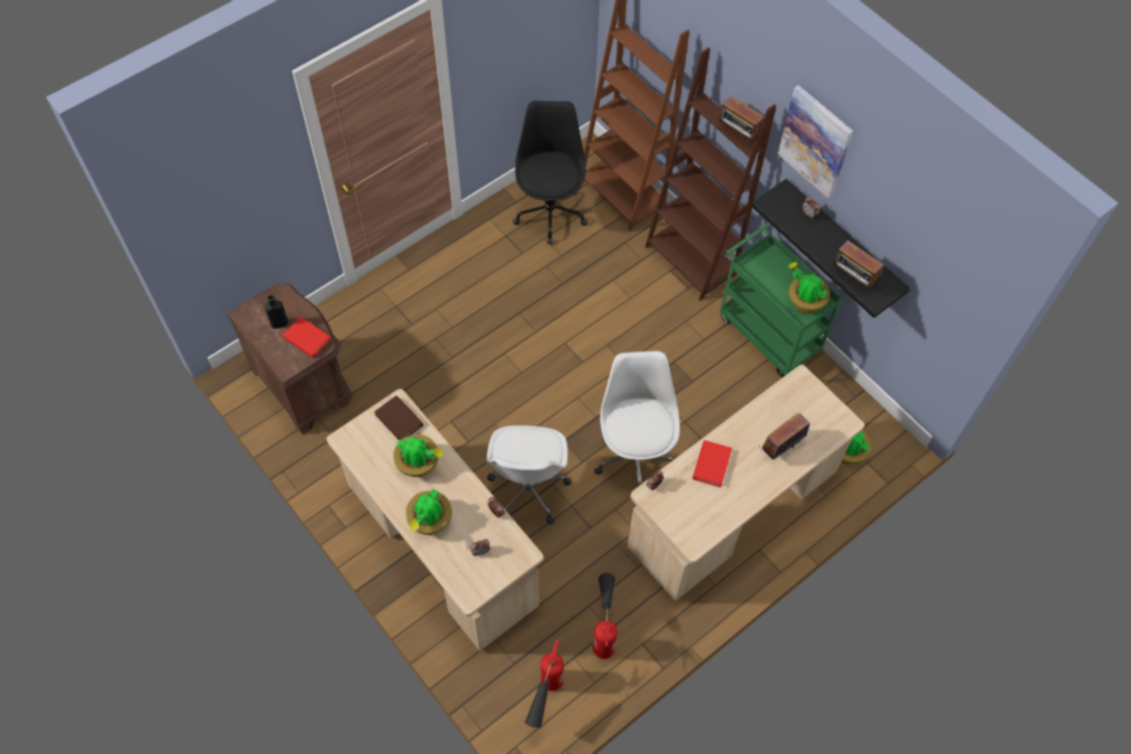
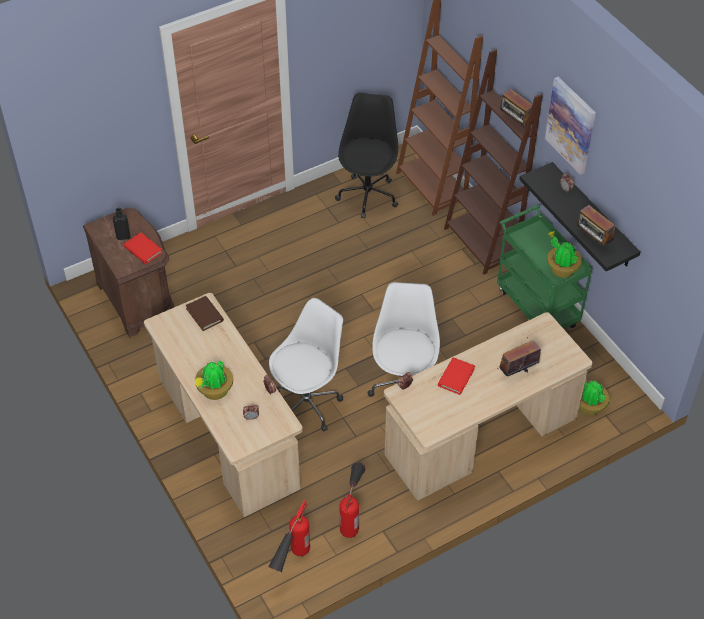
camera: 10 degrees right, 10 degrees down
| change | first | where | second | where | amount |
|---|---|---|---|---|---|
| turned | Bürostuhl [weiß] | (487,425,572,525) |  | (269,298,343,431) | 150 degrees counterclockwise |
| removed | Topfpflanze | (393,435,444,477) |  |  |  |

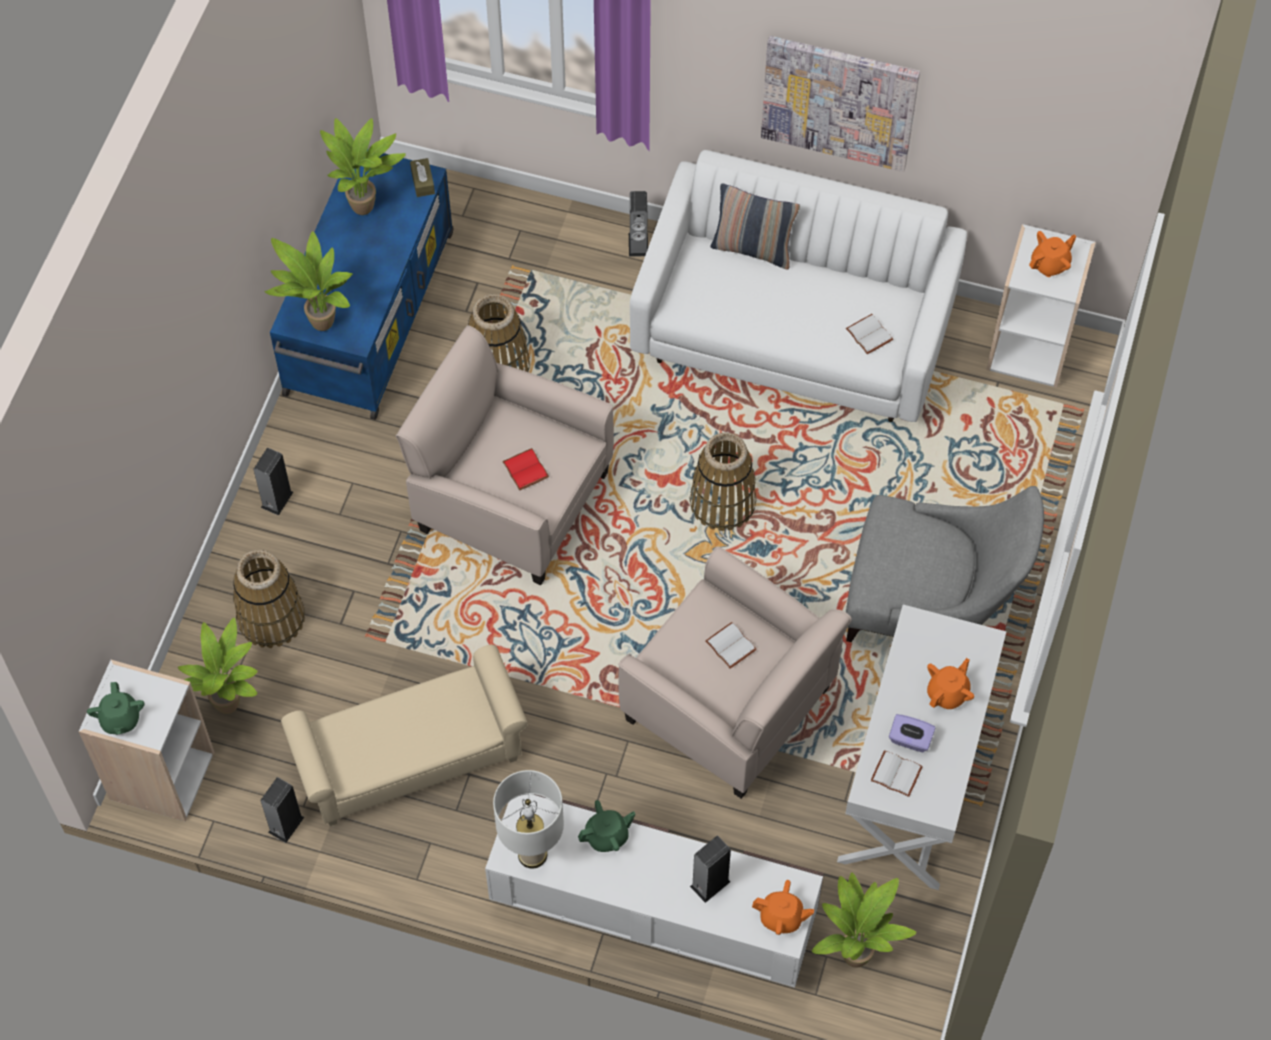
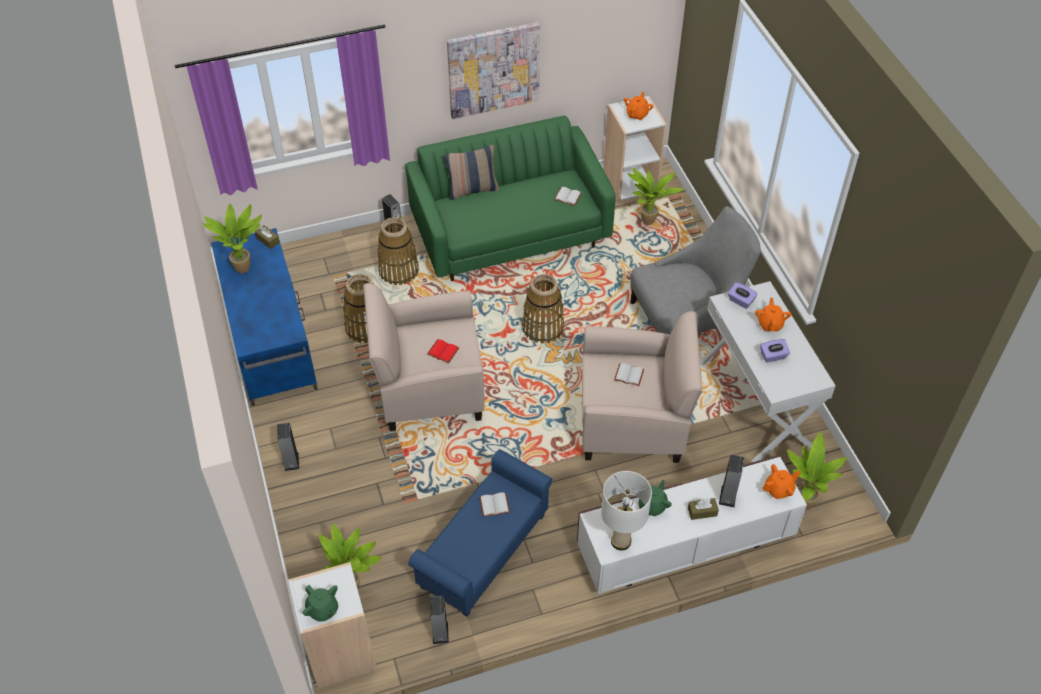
camera: 35 degrees left, 10 degrees down
| change | first | where | second | where | amount |
|---|---|---|---|---|---|
| moved | Korb | (233,550,305,648) |  | (377,217,419,285) |  |
| recoloured | Sofa [weiß] | (630,150,967,422) | Sofa [grün] | (405,116,616,281) |  |
| recoloured | Polsterhocker [beige] | (281,645,528,826) | Polsterhocker [blau] | (408,449,552,617) |  |
| moved | Buch [weiß] | (871,750,923,797) |  | (479,492,510,517) |  |
| moved | Topfpflanze | (265,231,353,331) |  | (628,167,684,225) |  |
| added |  |  | Taschentuchbox [braun] | (688,498,719,520) |  |
| added |  |  | Taschentuchbox [lila] | (728,282,757,309) |  |

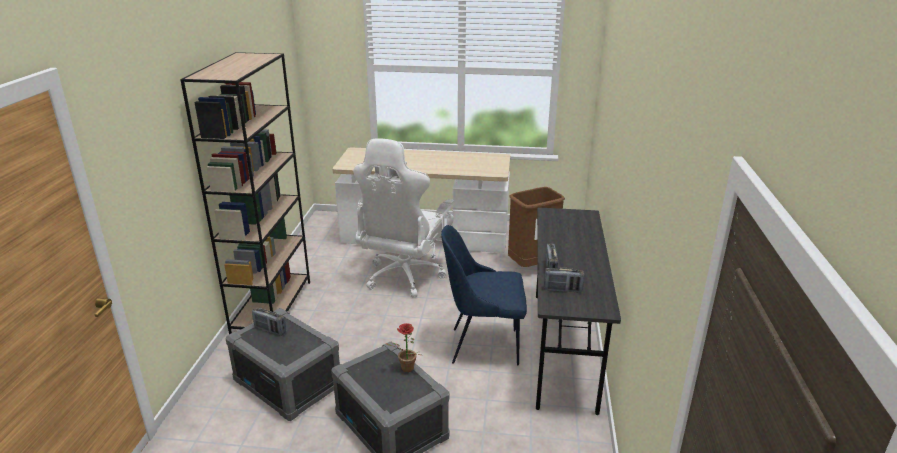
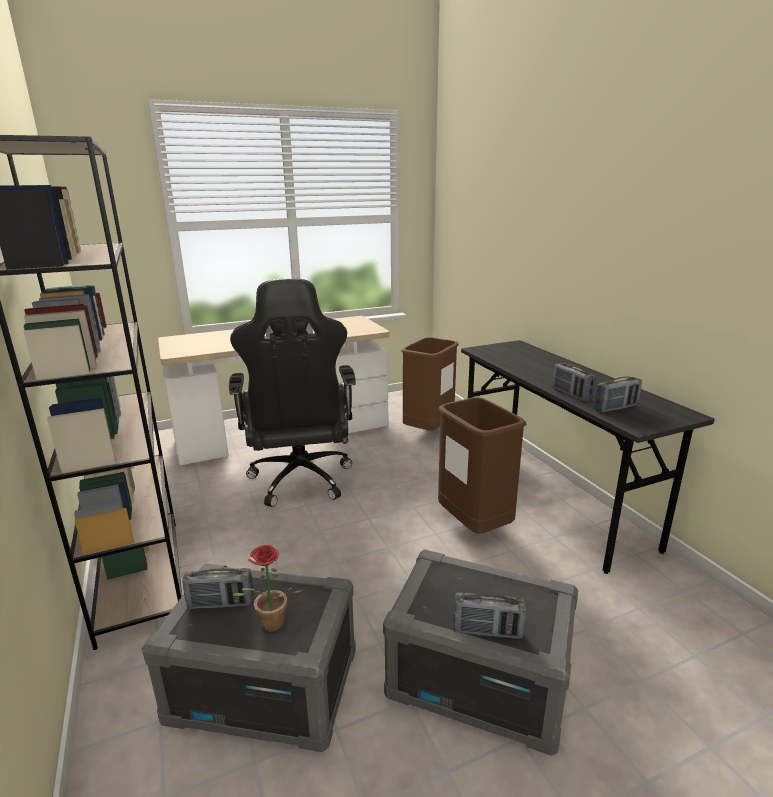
camera: 30 degrees left, 5 degrees down
| change | first | where | second | where | amount |
|---|---|---|---|---|---|
| recoloured | Bürostuhl [weiß] | (353,138,455,298) | Bürostuhl [schwarz] | (229,278,356,507) |  |
| moved | Topfpflanze | (386,323,421,372) |  | (233,545,302,632) |  |
| replaced | Stuhl [blau] | (441,225,527,365) | Mülleimer [braun] | (438,397,526,534) |  |
| added |  |  | Radio | (453,593,527,639) |  |

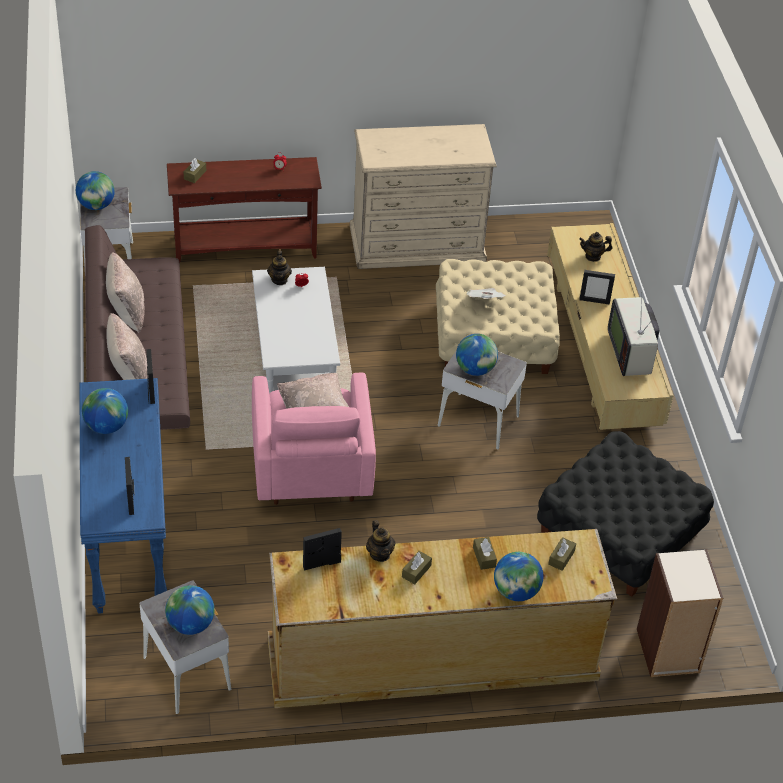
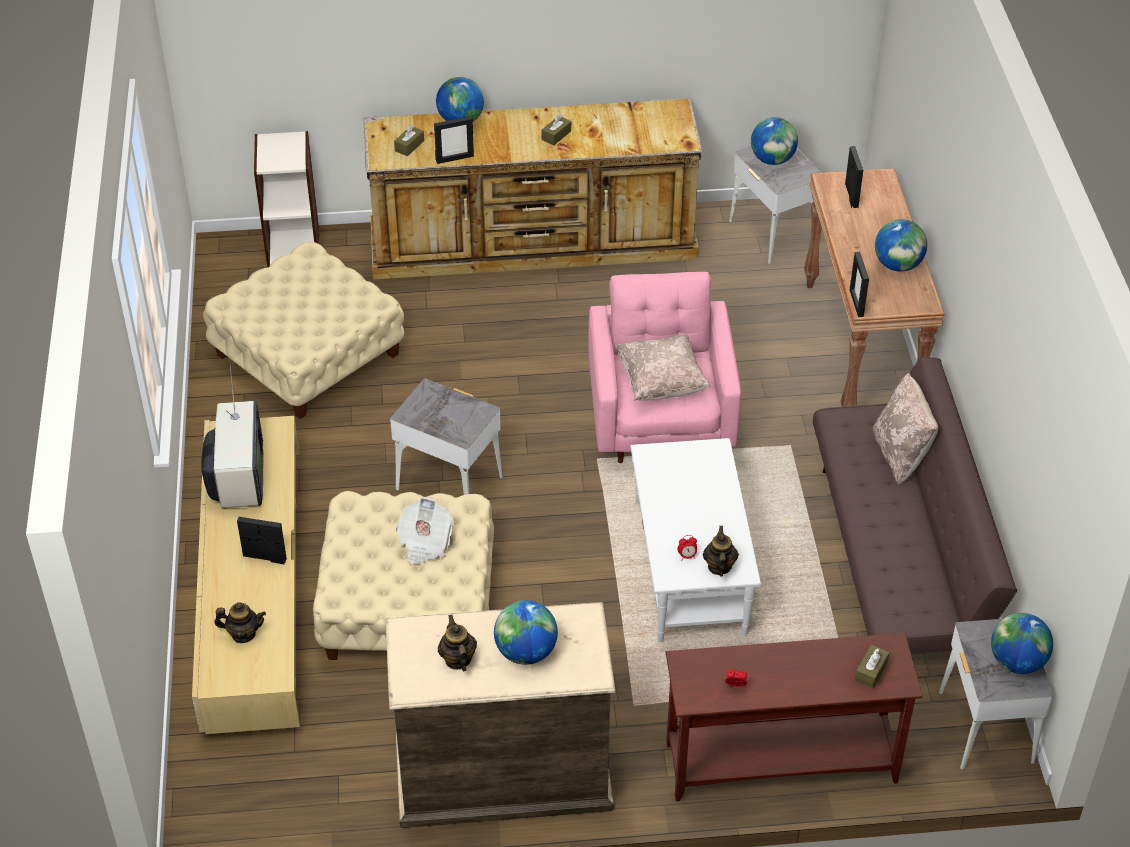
camera: 175 degrees left, 0 degrees up
| change | first | where | second | where | amount |
|---|---|---|---|---|---|
| recoloured | Polsterhocker [schwarz] | (537,431,714,597) | Polsterhocker [beige] | (203,242,404,419) |  |
| moved | Bilderrahmen | (303,528,342,571) |  | (434,116,474,164) |  |
| moved | Teekanne | (366,520,395,562) |  | (438,615,477,671) |  |
| moved | Globus | (456,334,498,376) |  | (494,600,558,665) |  |
| recoloured | Konsolentisch [blau] | (79,378,167,614) | Konsolentisch [braun] | (804,168,945,407) |  |
| removed | Kissen [beige] | (106,252,145,333) |  |  |  |
| removed | Taschentuchbox [braun] | (473,537,497,570) |  |  |  |

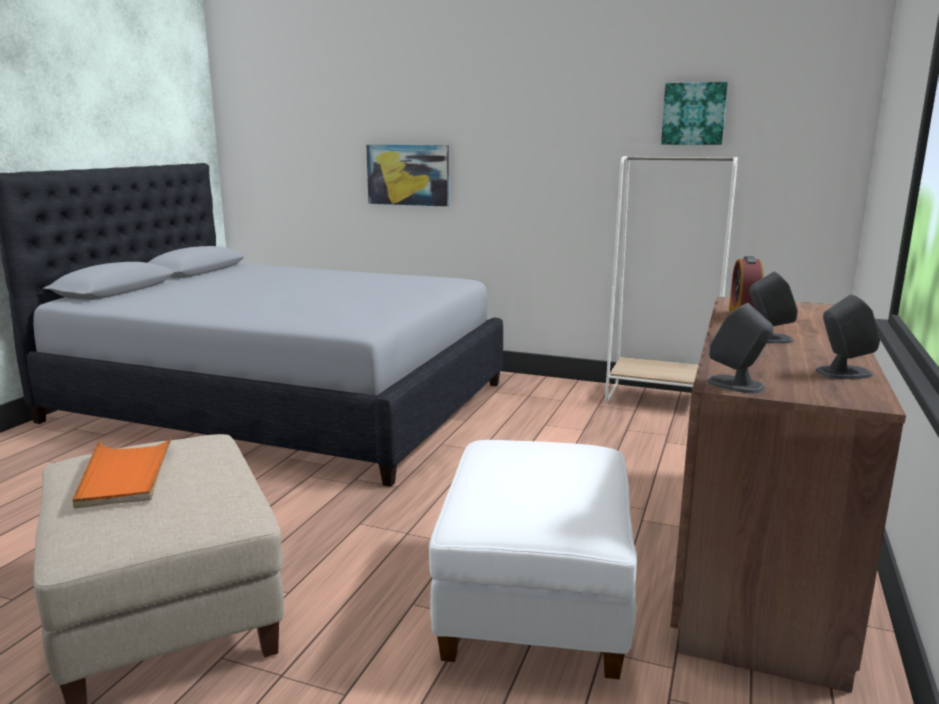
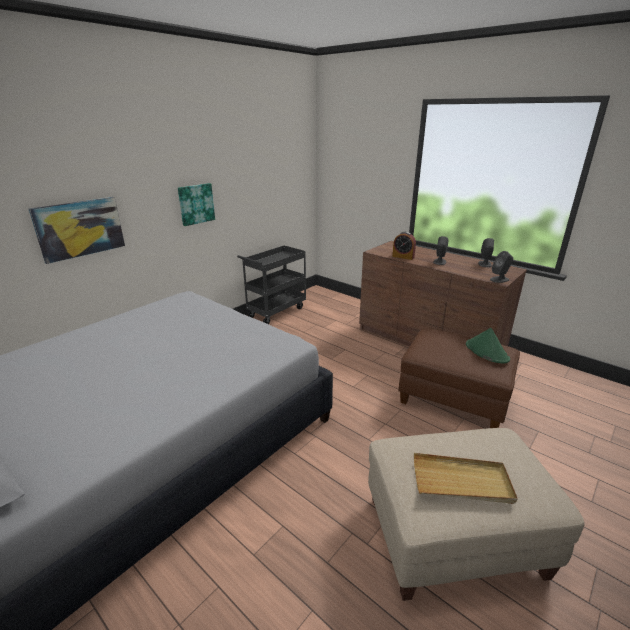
camera: 70 degrees left, 10 degrees up
| change | first | where | second | where | amount |
|---|---|---|---|---|---|
| moved | Bild | (661,82,728,145) |  | (178,183,215,226) |  |
| replaced | Kleiderständer | (605,156,738,403) | Rollwagen [grau] | (237,246,306,324) |  |
| recoloured | Polsterhocker [weiß] | (429,440,637,679) | Polsterhocker [braun] | (399,328,520,428) |  |
| recoloured | Tablett [orange] | (72,434,173,509) | Tablett [beige] | (414,453,518,504) |  |
| added |  |  | Hut [grün] | (466,328,510,364) |  |

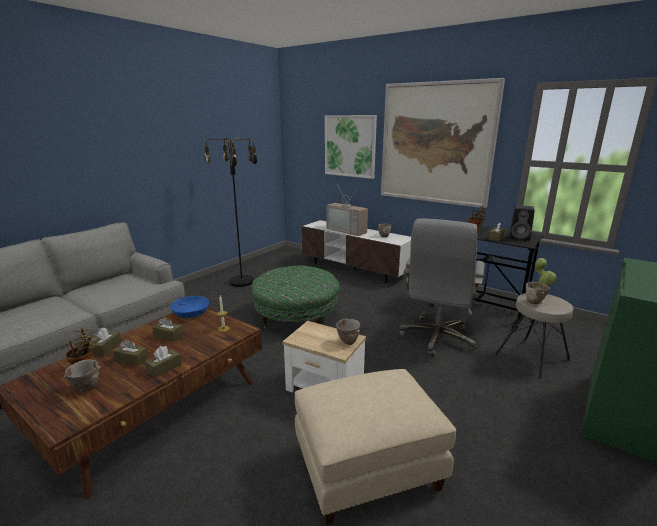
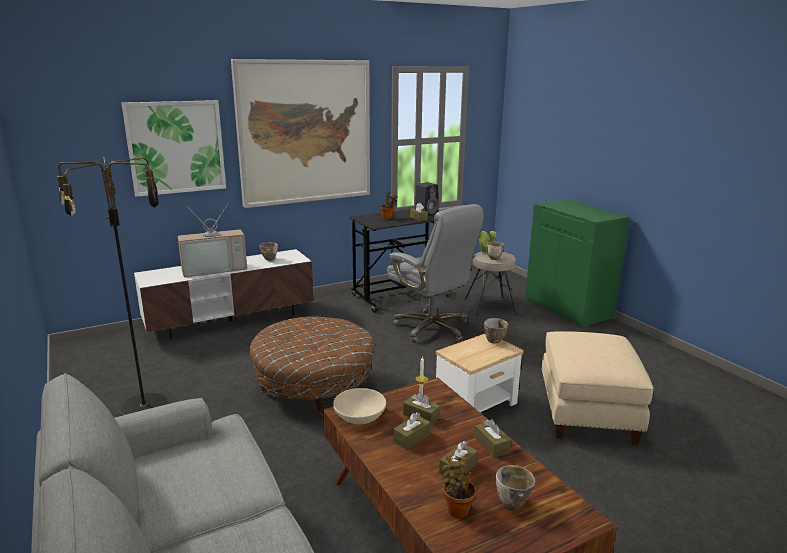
camera: 65 degrees left, 0 degrees up
| change | first | where | second | where | amount |
|---|---|---|---|---|---|
| recoloured | Polsterhocker [grün] | (251,266,340,329) | Polsterhocker [braun] | (250,316,375,417) |  |
| recoloured | Schüssel [blau] | (170,296,209,318) | Schüssel [beige] | (333,388,386,424) |  |
| moved | Taschentuchbox [braun] | (92,328,122,356) |  | (403,392,440,426) |  |

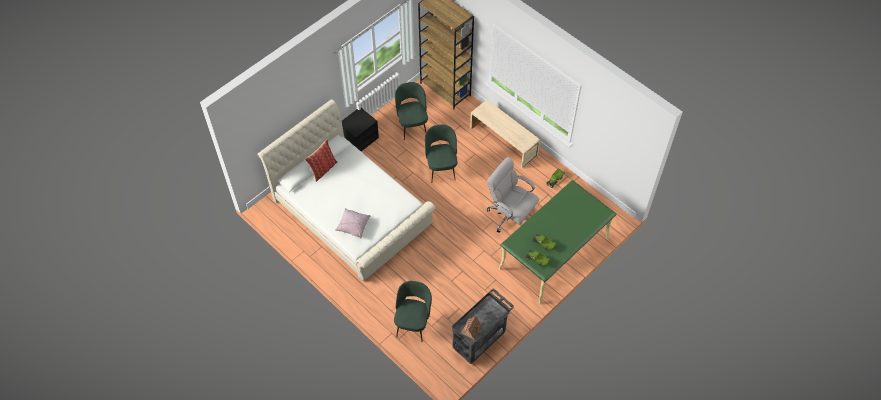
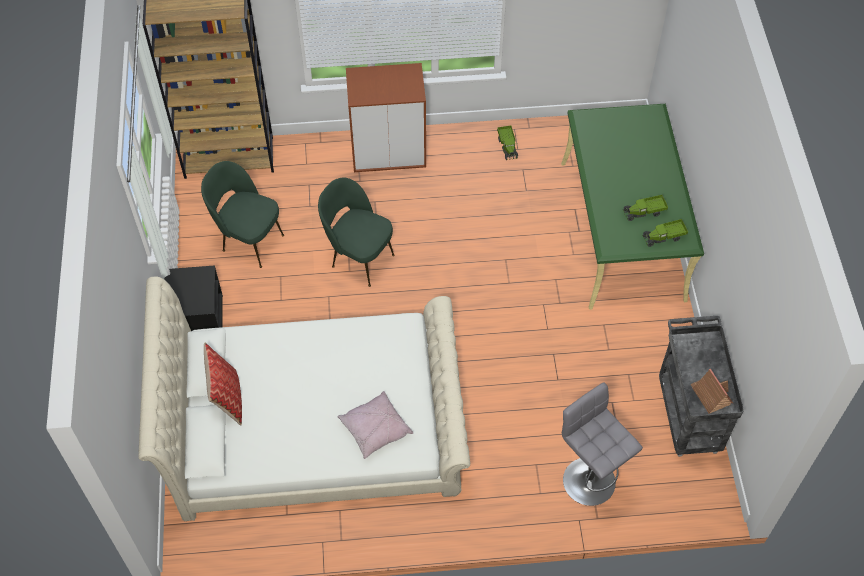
camera: 50 degrees left, 0 degrees up
| change | first | where | second | where | amount |
|---|---|---|---|---|---|
| replaced | Bank [beige] | (470,100,540,169) | Schrank [braun] | (346,63,426,172) |  |
| replaced | Stuhl [grün] | (394,281,432,342) | Hocker [grau] | (562,383,643,506) |  |
| removed | Bürostuhl [grau] | (487,157,539,233) |  |  |  |

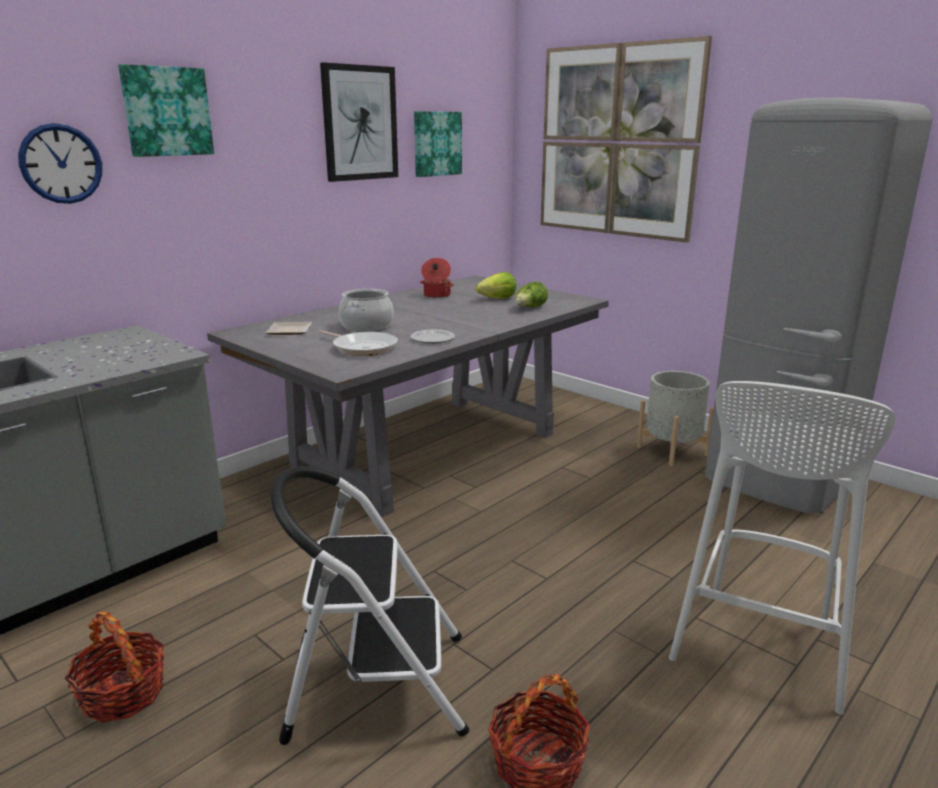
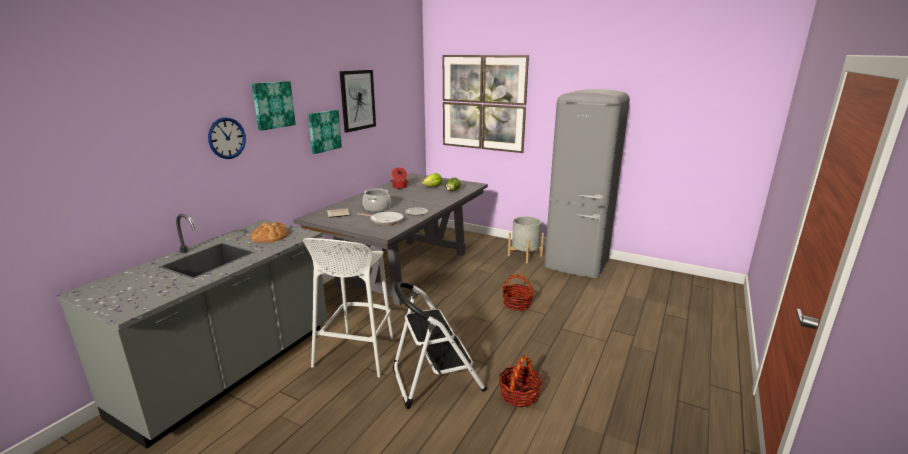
camera: 15 degrees left, 0 degrees up
| change | first | where | second | where | amount |
|---|---|---|---|---|---|
| added |  |  | Brot | (250,222,289,243) |  |
| moved | Hocker [weiß] | (669,381,895,715) |  | (303,238,394,377) |  |
| moved | Bild | (414,111,462,177) |  | (308,110,342,154) |  |
| moved | Korb | (64,612,165,723) |  | (502,274,534,311) |  |

